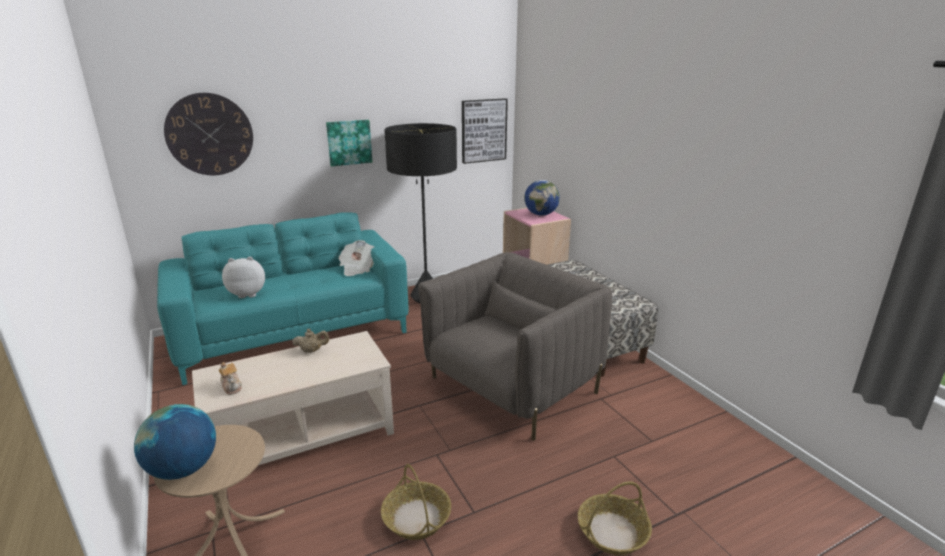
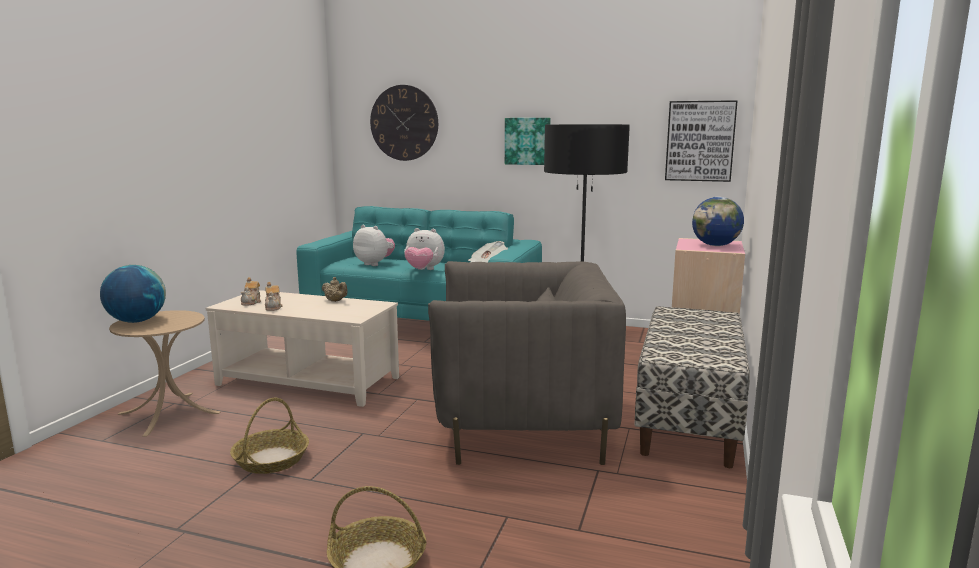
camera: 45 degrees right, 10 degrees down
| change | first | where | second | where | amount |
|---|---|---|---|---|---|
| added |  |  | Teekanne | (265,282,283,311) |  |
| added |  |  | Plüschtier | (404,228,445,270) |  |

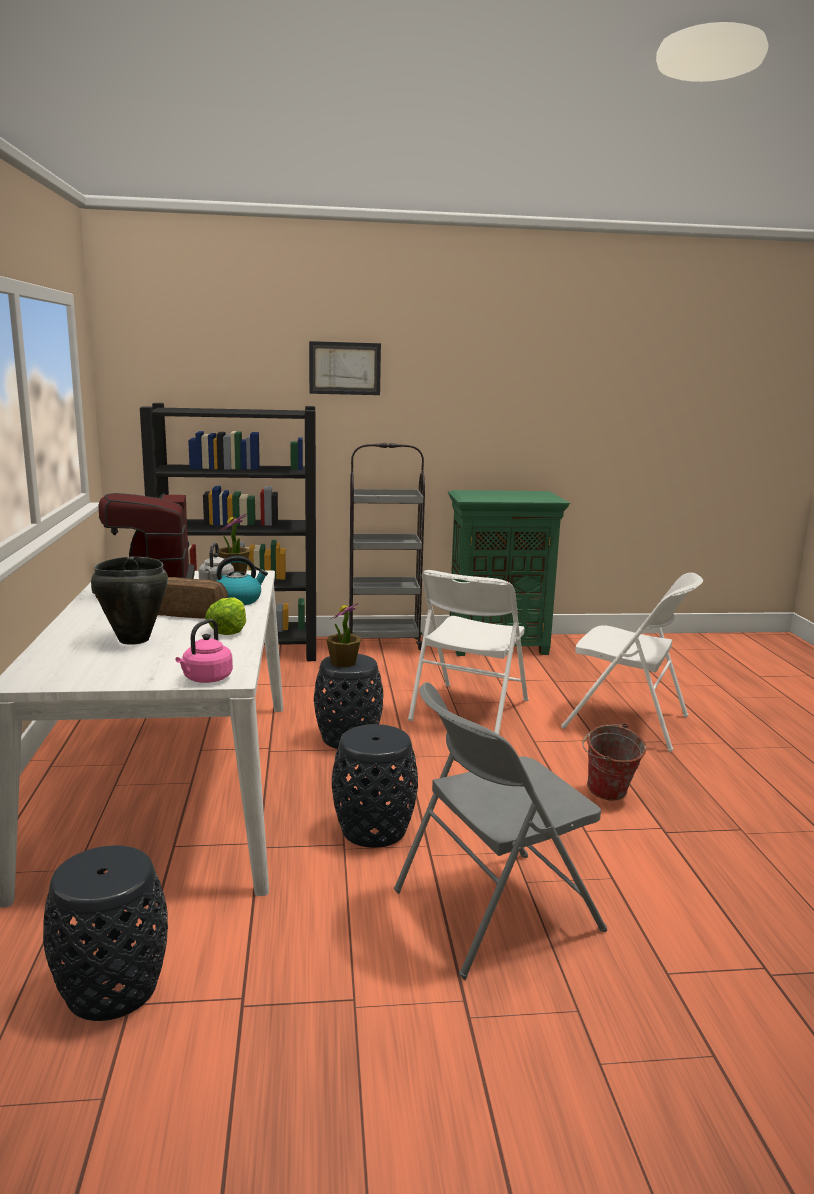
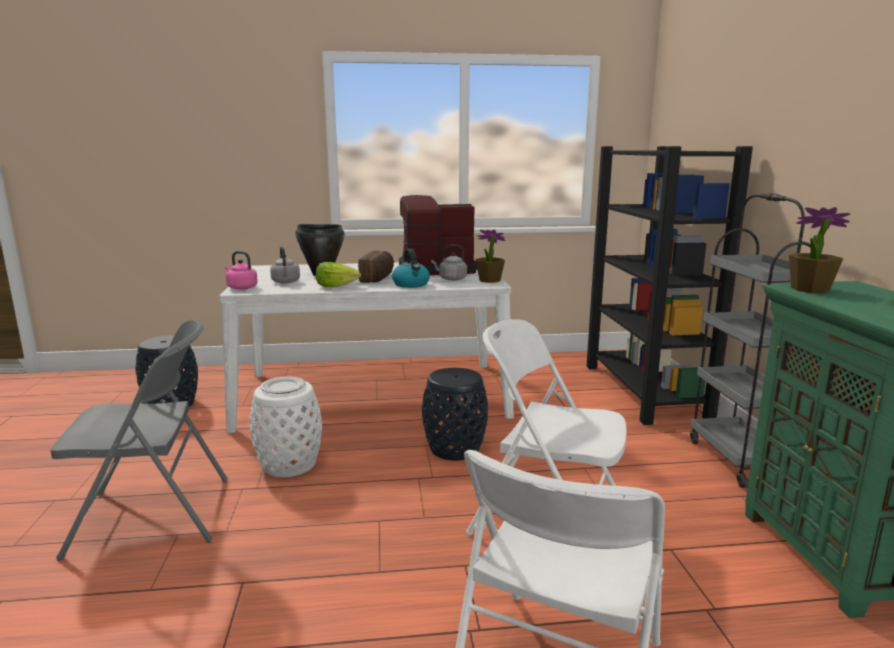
camera: 90 degrees right, 0 degrees up
| change | first | where | second | where | amount |
|---|---|---|---|---|---|
| turned | Stuhl [grau] | (394,682,607,980) |  | (50,320,228,561) | 105 degrees clockwise |
| recoloured | Hocker [schwarz] | (332,724,418,848) | Hocker [weiß] | (250,381,322,477) |  |
| added |  |  | Teller | (260,377,306,394) |  |
| added |  |  | Wasserkessel [grau] | (270,246,300,283) |  |
| moved | Topfpflanze | (327,603,361,667) |  | (789,207,850,293) |  |
| removed | Bild | (309,341,381,395) |  |  |  |
| removed | Eimer | (582,723,646,801) |  |  |  |

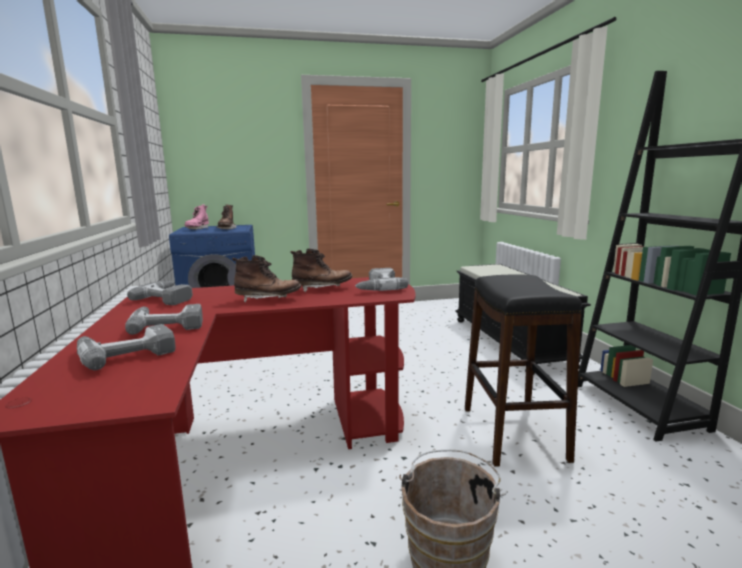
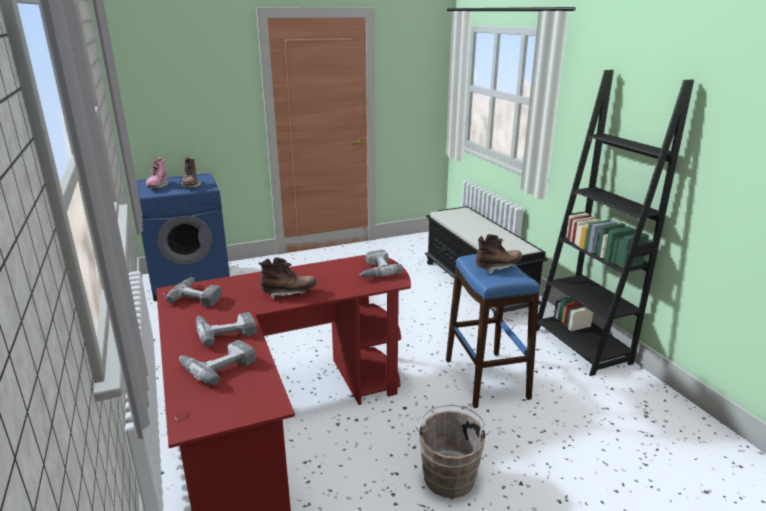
camera: 10 degrees left, 10 degrees up
| change | first | where | second | where | amount |
|---|---|---|---|---|---|
| recoloured | Hocker [schwarz] | (465,274,582,467) | Hocker [blau] | (446,254,540,408) |  |
| moved | Stiefel [braun] | (290,248,352,292) |  | (475,234,522,274) |  |

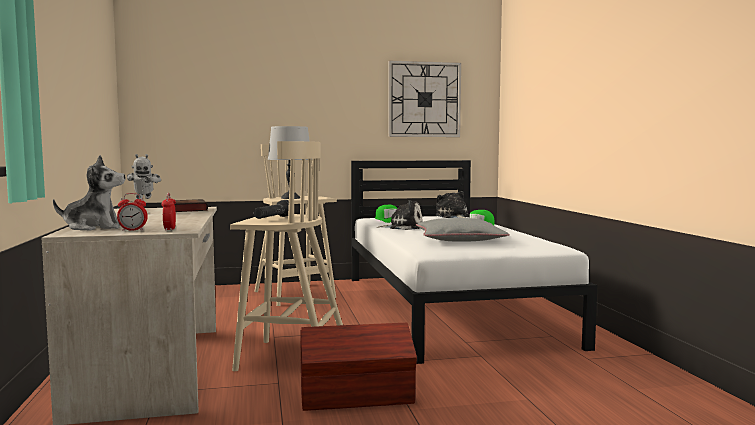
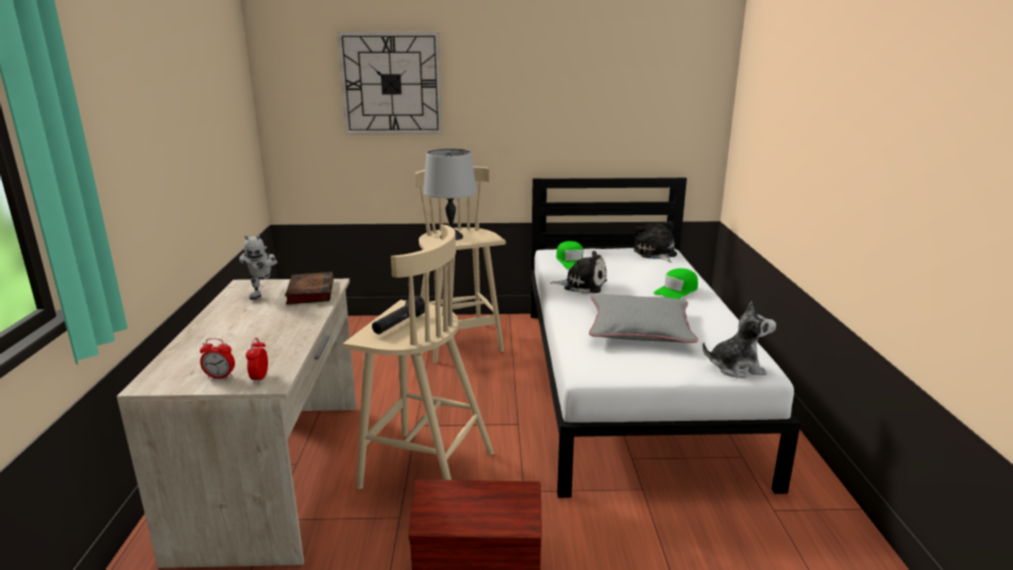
camera: 10 degrees right, 15 degrees up
| change | first | where | second | where | amount |
|---|---|---|---|---|---|
| moved | Wanduhr | (388,61,461,137) |  | (337,32,442,135) |  |
| moved | Plüschtier | (53,155,126,231) |  | (702,301,776,378) |  |

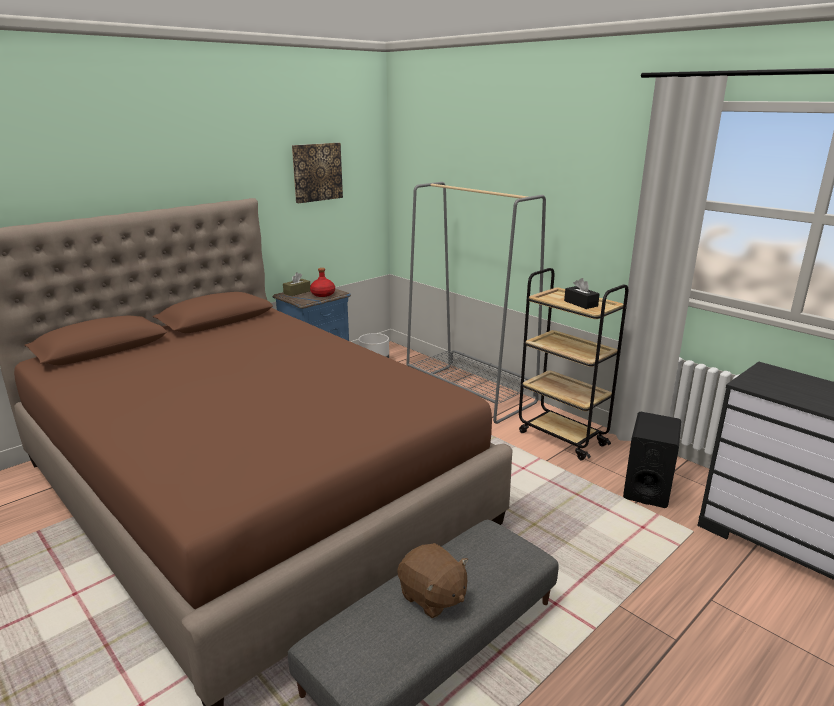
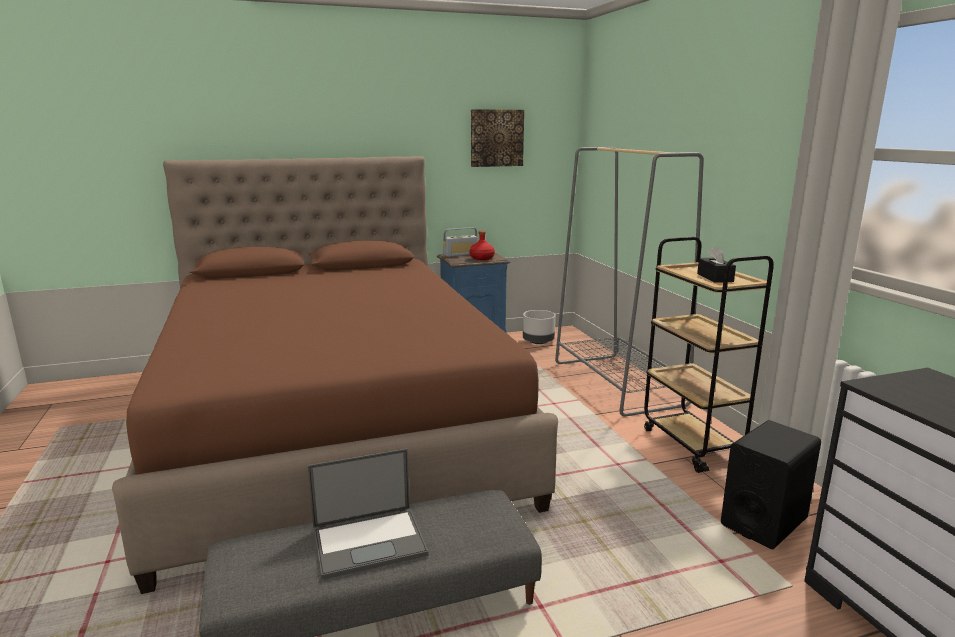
camera: 25 degrees right, 5 degrees down
| change | first | where | second | where | amount |
|---|---|---|---|---|---|
| replaced | Plüschtier [braun] | (397,543,468,618) | Laptop | (308,448,428,580) |  |
| replaced | Taschentuchbox [braun] | (283,272,310,296) | Radio | (443,227,478,257) |  |

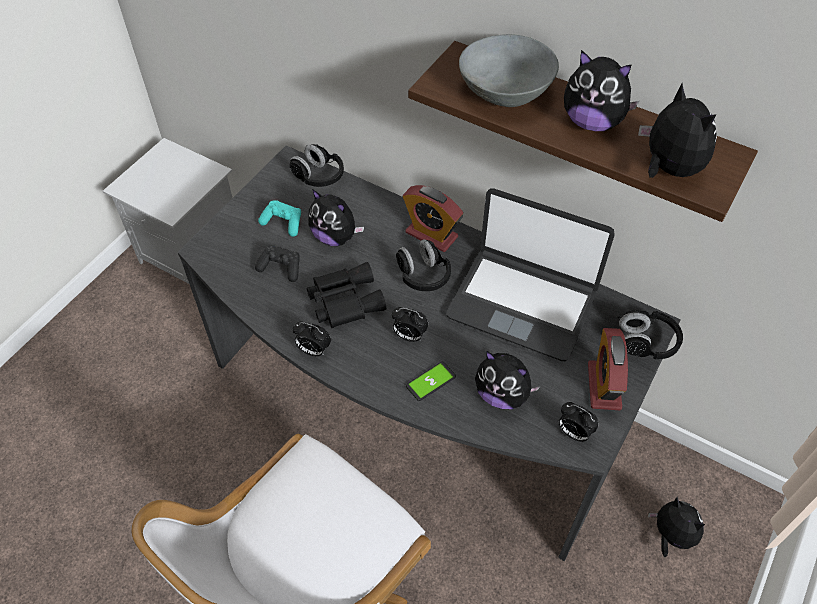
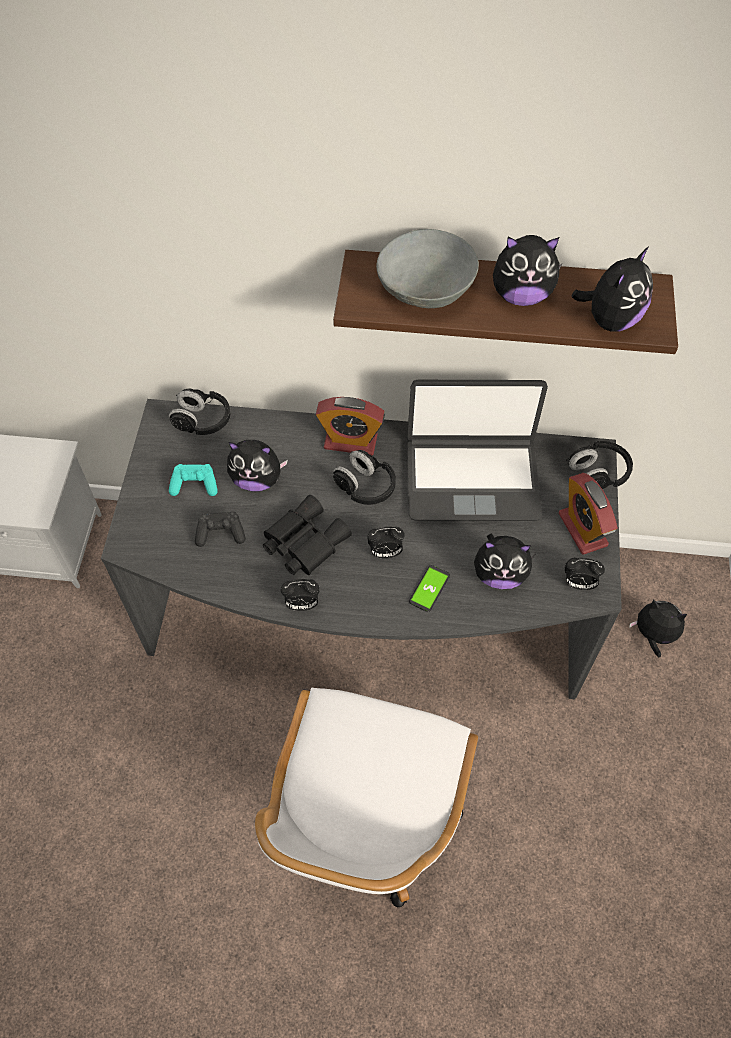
camera: 25 degrees left, 5 degrees up
| change | first | where | second | where | amount |
|---|---|---|---|---|---|
| turned | Plüschtier | (638,83,717,178) |  | (571,247,653,332) | 90 degrees clockwise |

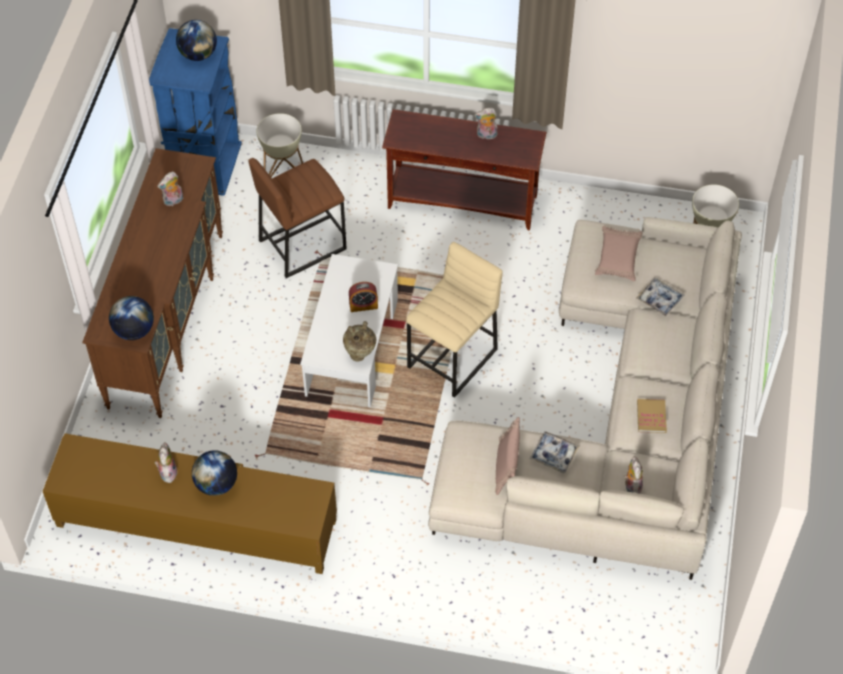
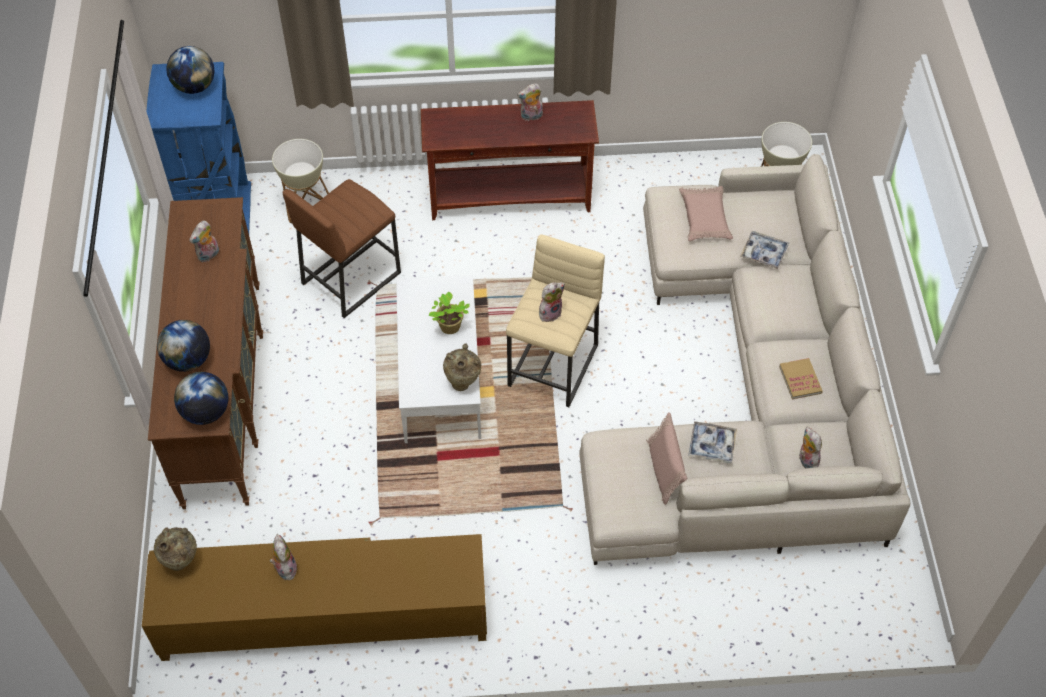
camera: 15 degrees left, 0 degrees up
| change | first | where | second | where | amount |
|---|---|---|---|---|---|
| added |  |  | Vase [beige] | (154,527,197,571) |  |
| moved | Globus | (192,450,237,496) |  | (157,320,210,372) |  |
| replaced | Wecker | (349,282,378,312) | Topfpflanze | (429,291,470,334) |  |
| added |  |  | Plüschtier | (539,282,565,322) |  |

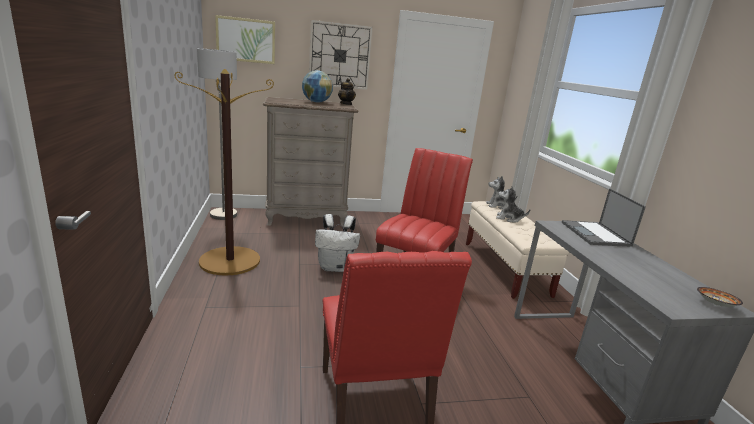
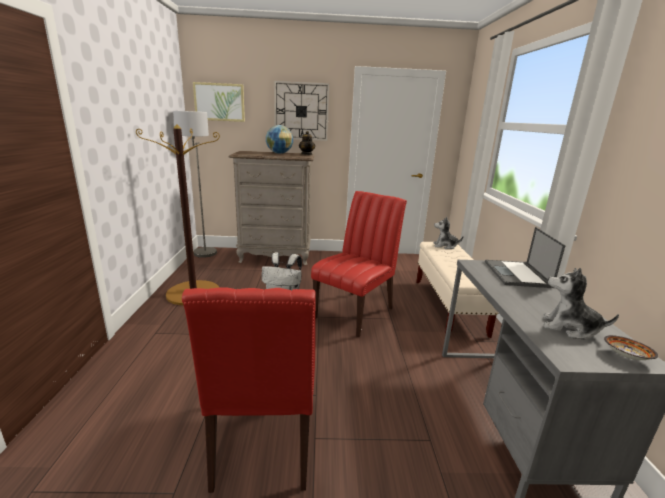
camera: 10 degrees right, 0 degrees up
| change | first | where | second | where | amount |
|---|---|---|---|---|---|
| moved | Plüschtier | (496,186,530,223) |  | (543,268,619,340) |  |

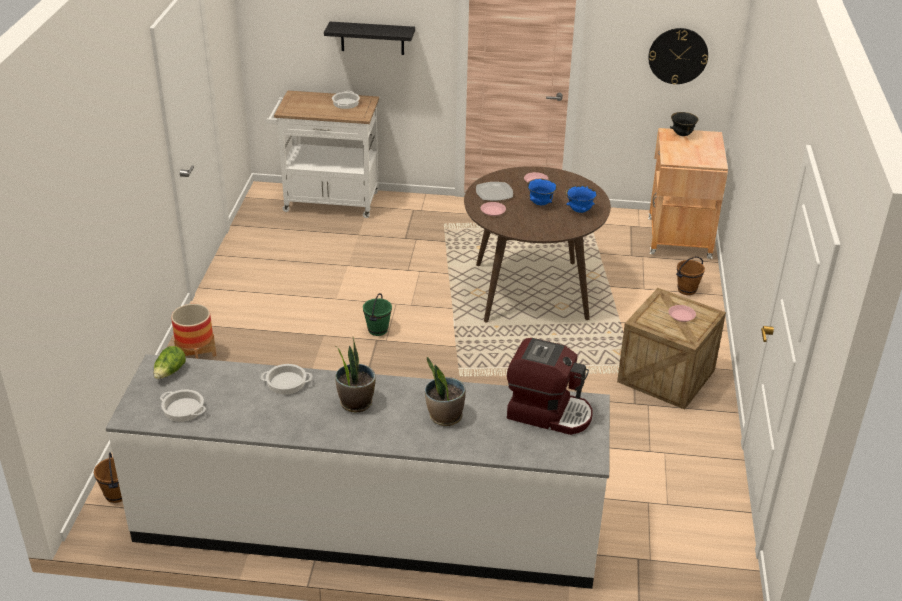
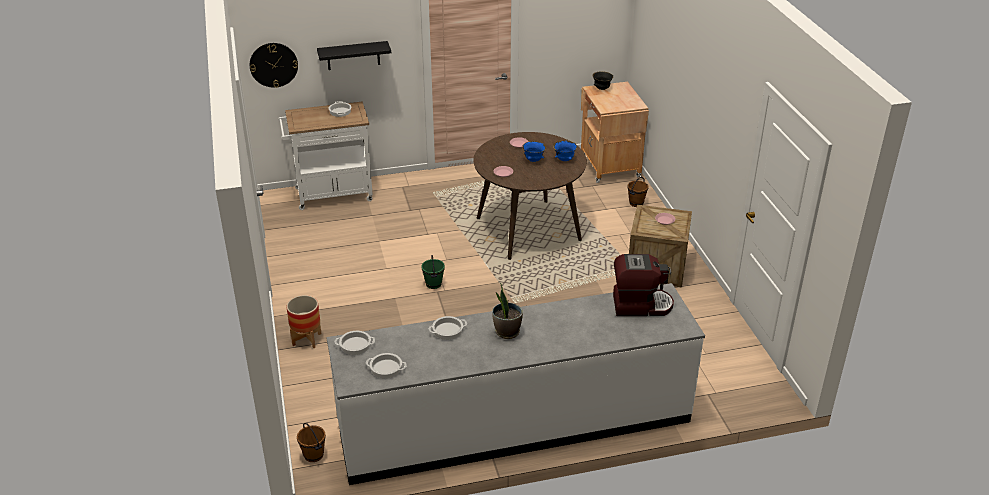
camera: 20 degrees left, 0 degrees up
| change | first | where | second | where | amount |
|---|---|---|---|---|---|
| moved | Wanduhr | (648,28,708,85) |  | (250,43,298,88) |  |
| replaced | Salatkopf | (154,346,186,379) | Kochtopf | (335,331,375,355) |  |
| removed | Topfpflanze | (425,357,466,426) |  |  |  |
| removed | Teller | (476,182,513,201) |  |  |  |

